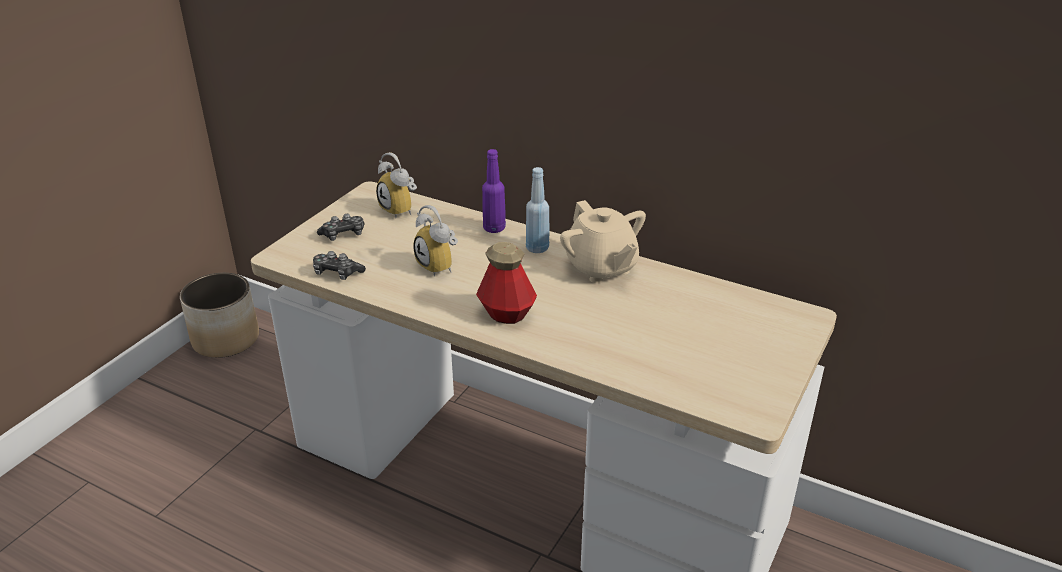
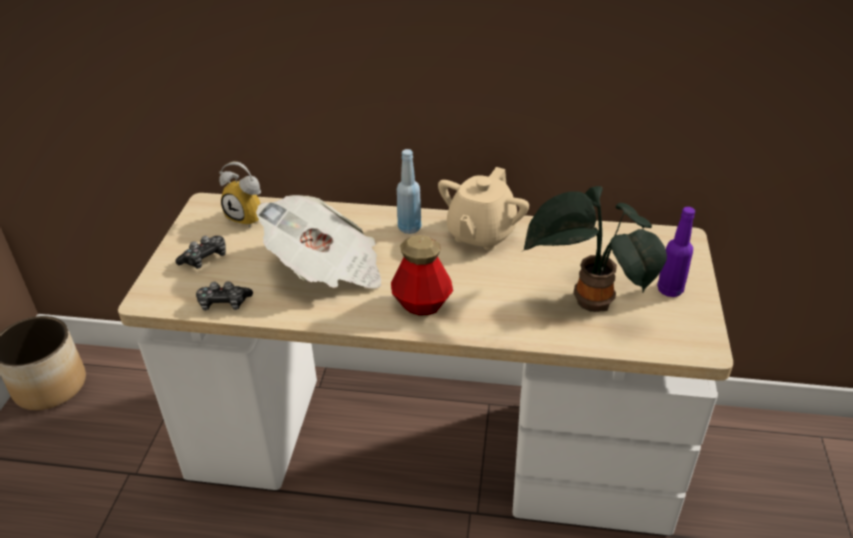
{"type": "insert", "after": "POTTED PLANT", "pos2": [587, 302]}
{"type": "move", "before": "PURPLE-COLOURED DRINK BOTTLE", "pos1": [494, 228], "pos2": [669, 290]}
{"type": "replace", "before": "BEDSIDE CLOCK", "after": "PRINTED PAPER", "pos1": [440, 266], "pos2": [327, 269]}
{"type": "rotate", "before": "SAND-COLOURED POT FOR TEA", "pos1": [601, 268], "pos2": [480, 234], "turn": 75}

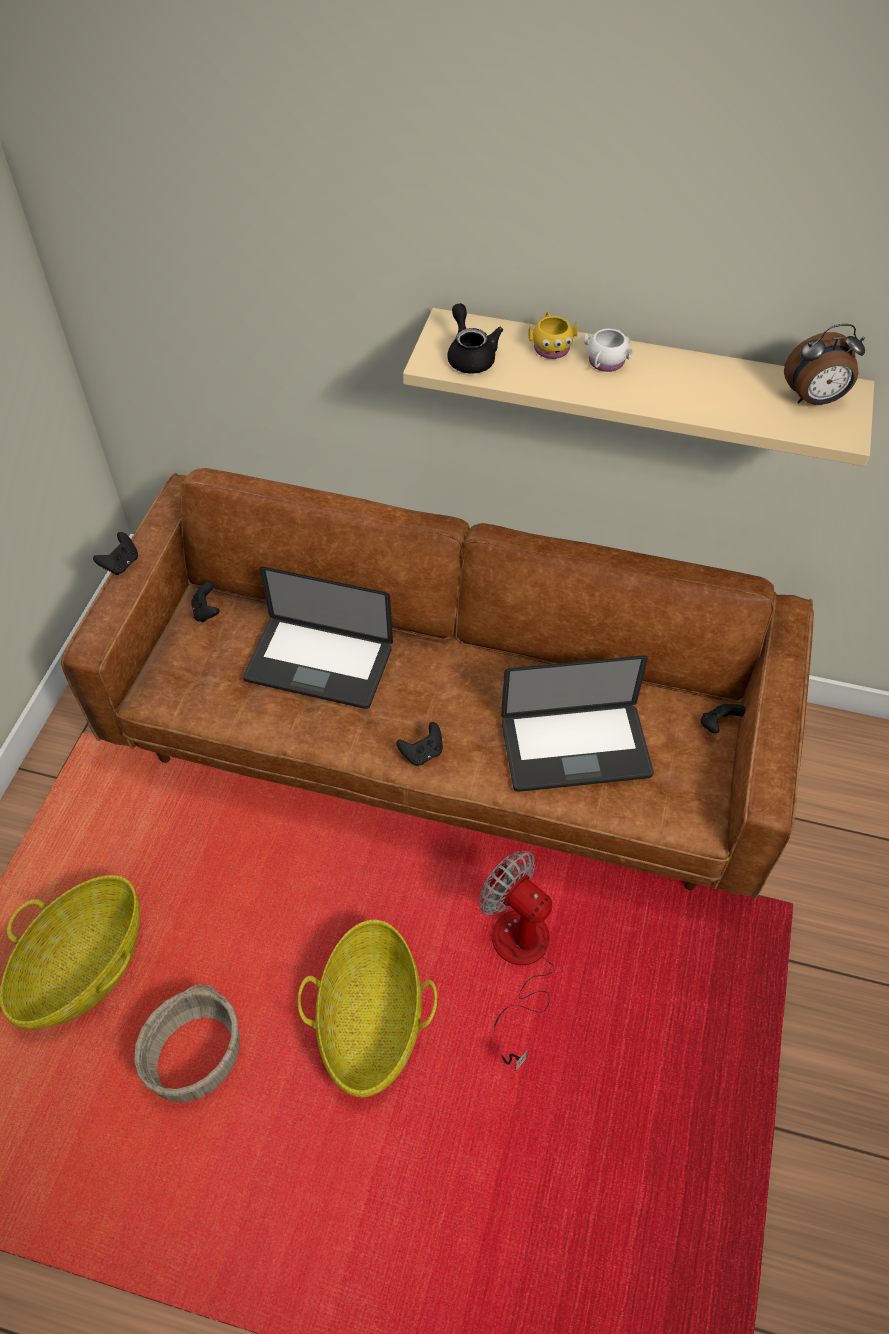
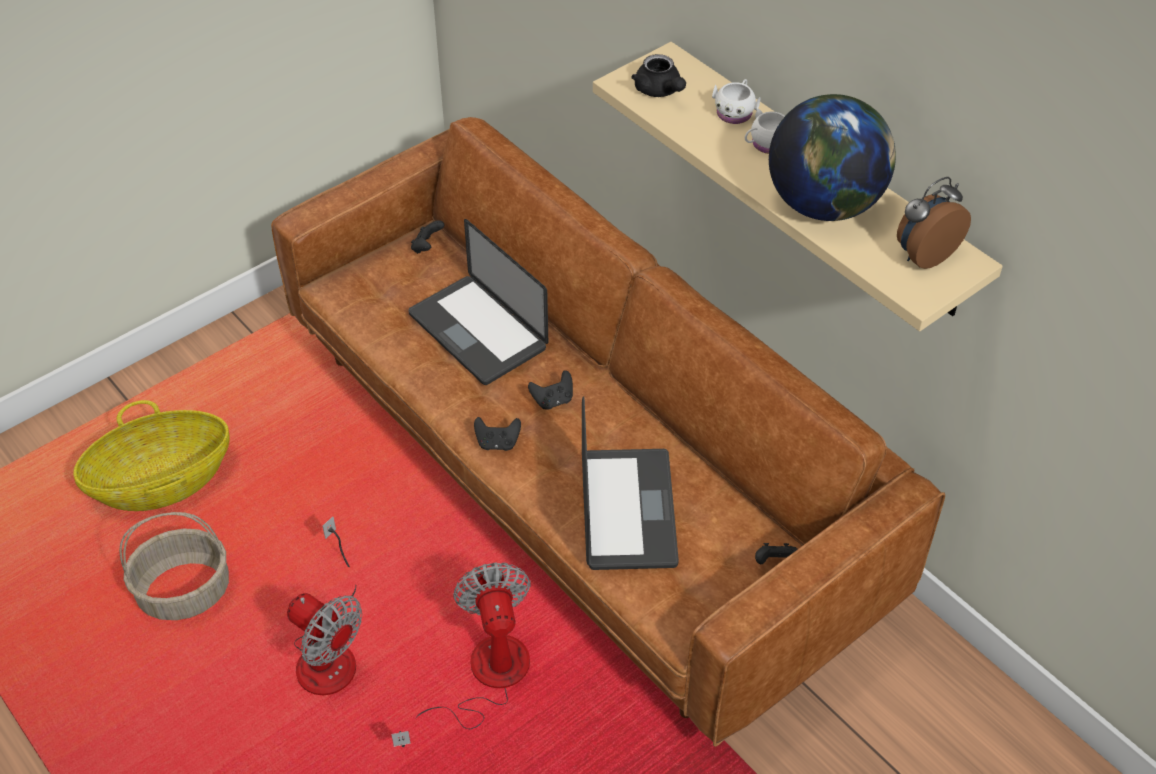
{"type": "insert", "after": "WORLD GLOBE", "pos2": [824, 204]}
{"type": "move", "before": "BLACKISH GAMEPAD", "pos1": [121, 564], "pos2": [553, 400]}
{"type": "replace", "before": "STORAGE BASKET", "after": "COOLING FAN", "pos1": [371, 1021], "pos2": [329, 649]}
{"type": "recolor", "before": "YELLOW COFFEE MUG", "after": "WHITE-COLOURED COFFEE MUG", "pos1": [550, 346], "pos2": [735, 112]}
{"type": "rotate", "before": "BLACKISH POT FOR TEA", "pos1": [470, 356], "pos2": [659, 91], "turn": 135}
{"type": "rotate", "before": "LAPTOP", "pos1": [575, 749], "pos2": [628, 510], "turn": -120}
{"type": "rotate", "before": "BEDSIDE CLOCK", "pos1": [814, 400], "pos2": [923, 255], "turn": 120}

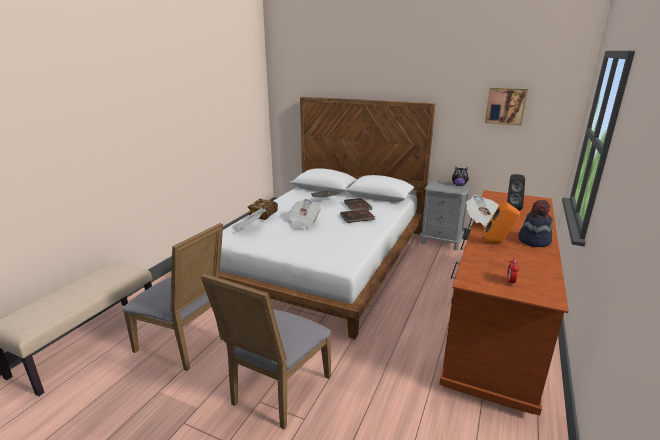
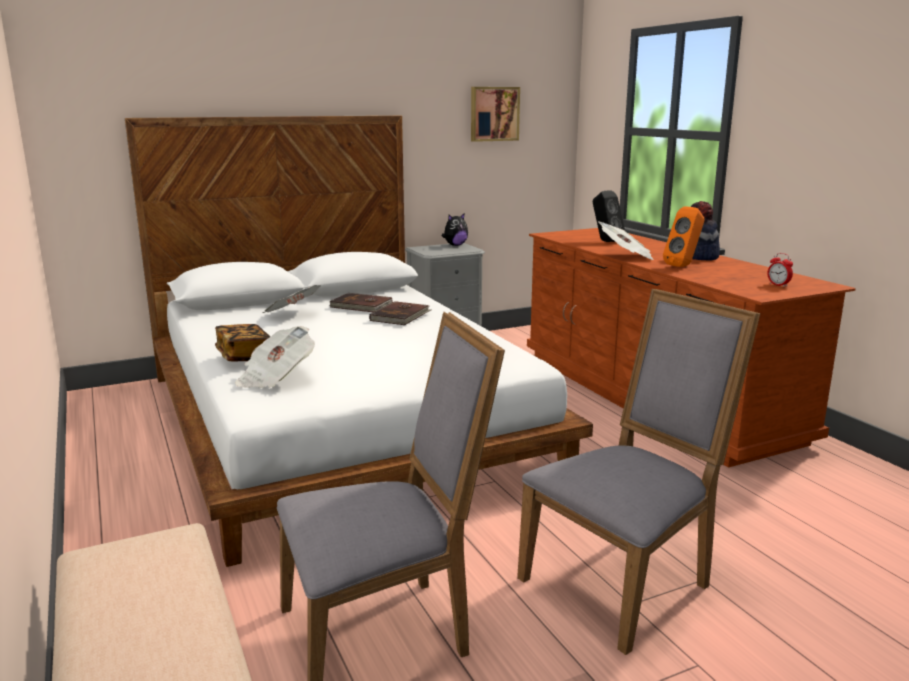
{"type": "delete", "before": "PRINTED PAPER", "pos1": [303, 222]}
{"type": "rotate", "before": "GREYISH CHAIR", "pos1": [276, 392], "pos2": [625, 581], "turn": -105}

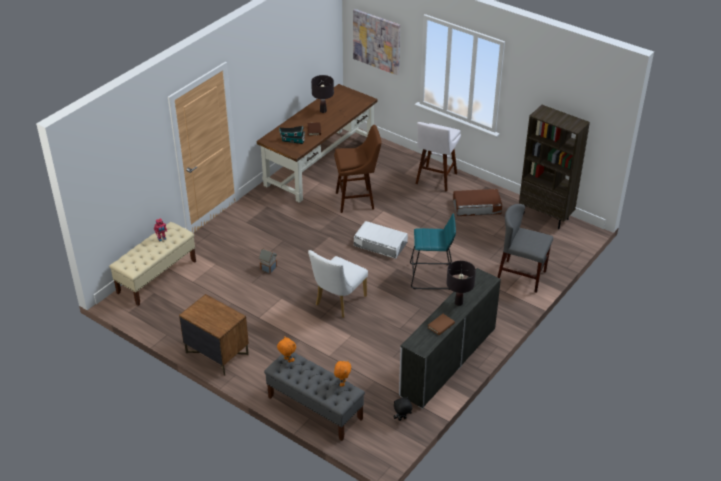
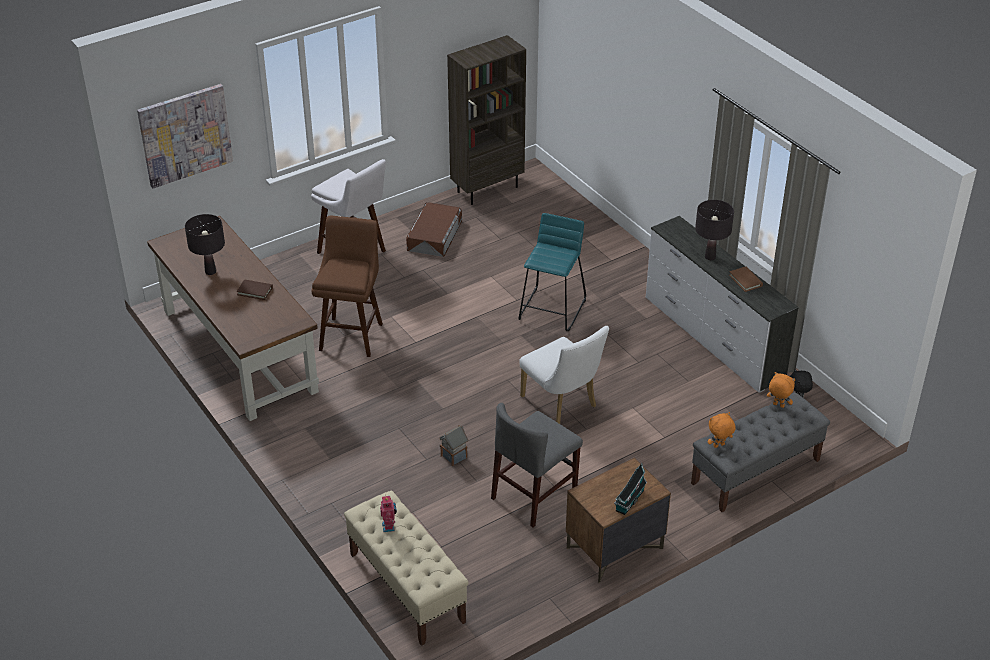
{"type": "delete", "before": "WHITE-COLOURED STORAGE CONTAINER", "pos1": [380, 243]}
{"type": "move", "before": "MODEL HOUSE", "pos1": [292, 141], "pos2": [629, 501]}
{"type": "move", "before": "GREYISH CHAIR", "pos1": [521, 276], "pos2": [534, 495]}

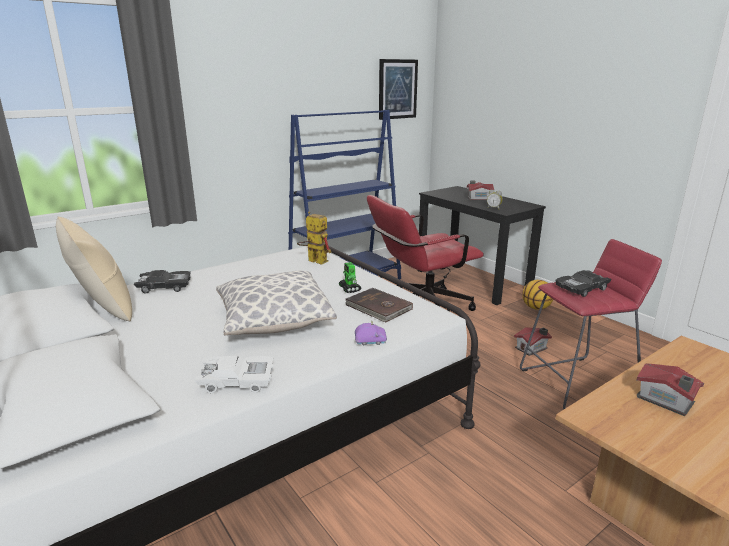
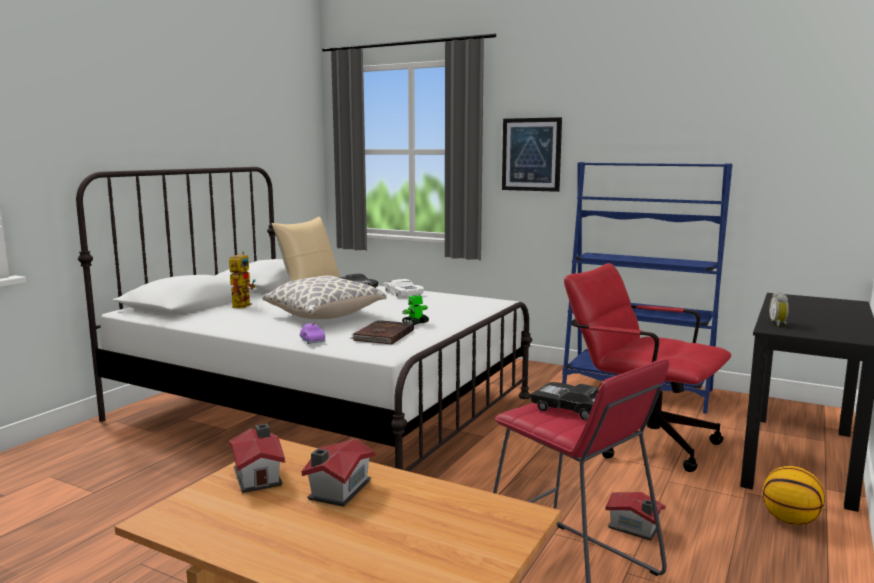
{"type": "move", "before": "WHITE-COLOURED TOY CAR", "pos1": [237, 380], "pos2": [403, 294]}
{"type": "move", "before": "ROBOT FIGURE", "pos1": [313, 261], "pos2": [242, 305]}
{"type": "move", "before": "PICTURE", "pos1": [397, 89], "pos2": [531, 154]}
{"type": "move", "before": "MODEL HOUSE", "pos1": [478, 198], "pos2": [259, 476]}

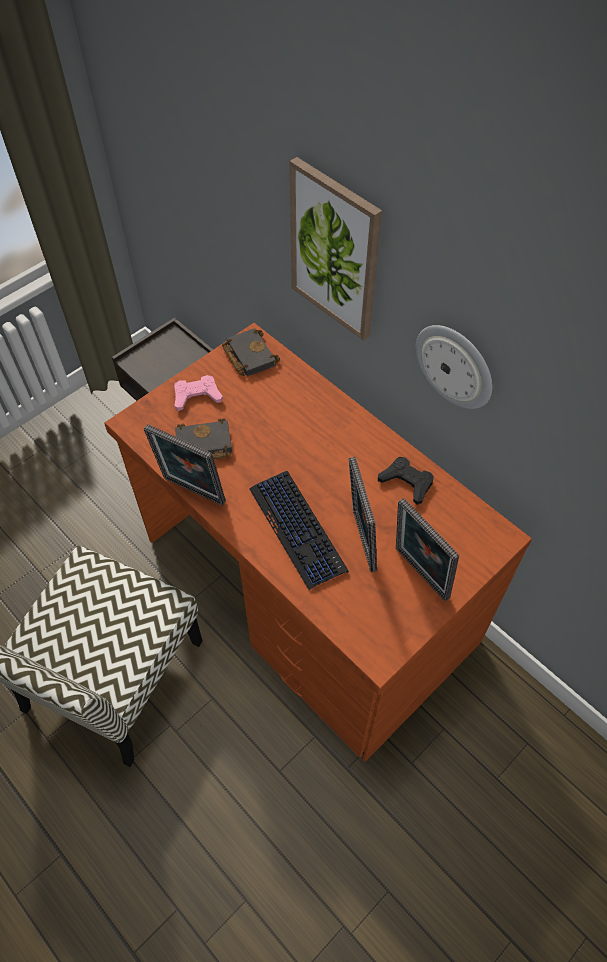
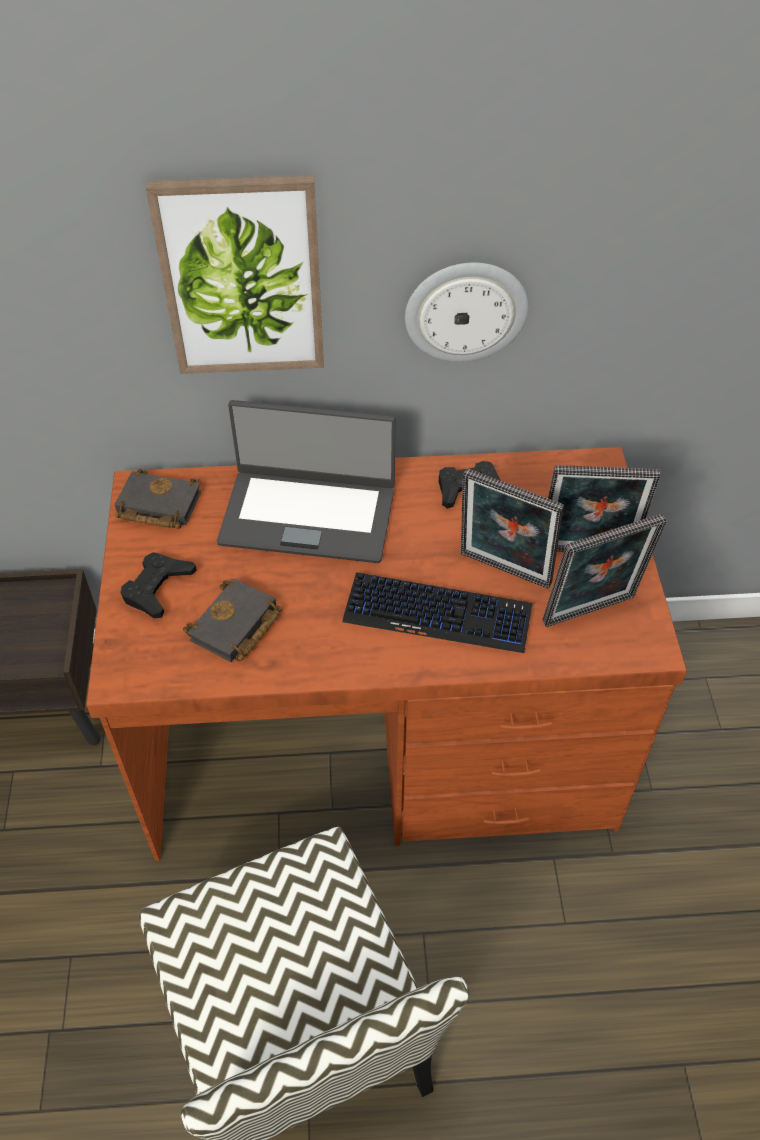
{"type": "insert", "after": "LAPTOP", "pos2": [308, 514]}
{"type": "move", "before": "STANDING FRAME", "pos1": [192, 493], "pos2": [591, 614]}
{"type": "recolor", "before": "PINKISH GAMEPAD", "after": "BLACKISH GAMEPAD", "pos1": [197, 396], "pos2": [157, 588]}

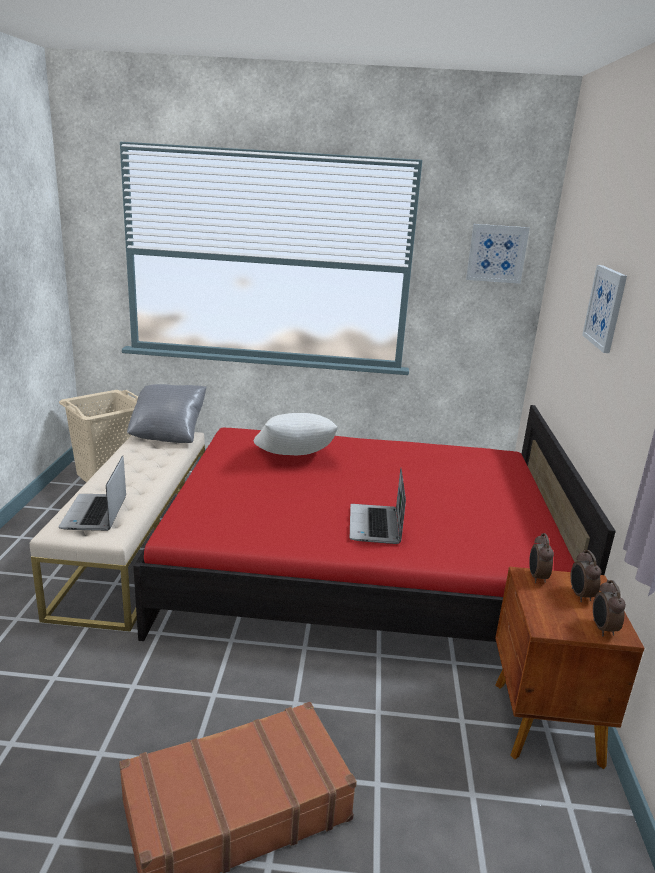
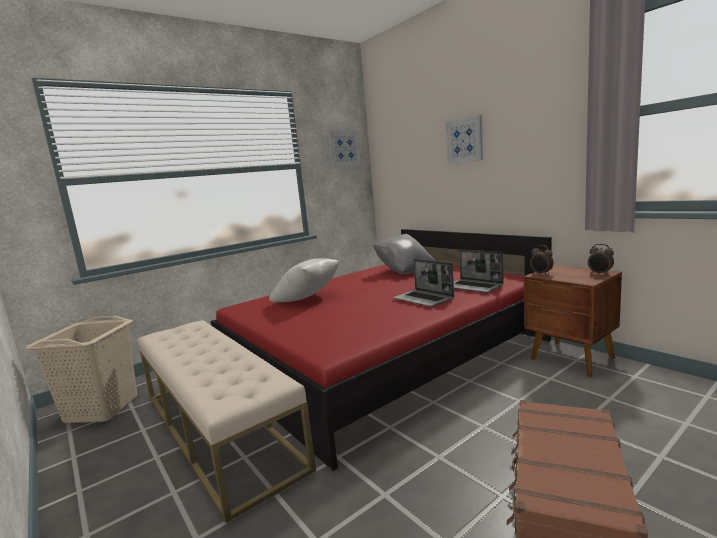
{"type": "delete", "before": "BEDSIDE CLOCK", "pos1": [580, 595]}
{"type": "move", "before": "LAPTOP", "pos1": [95, 514], "pos2": [474, 287]}
{"type": "move", "before": "GREYISH PILLOW", "pos1": [168, 434], "pos2": [405, 271]}

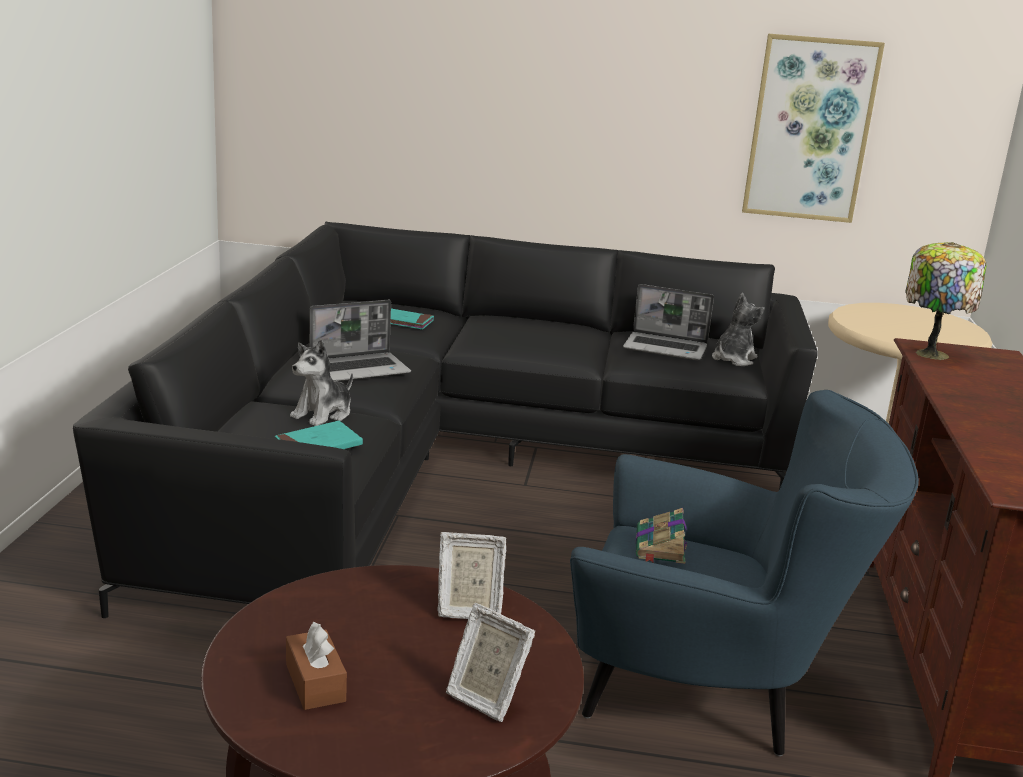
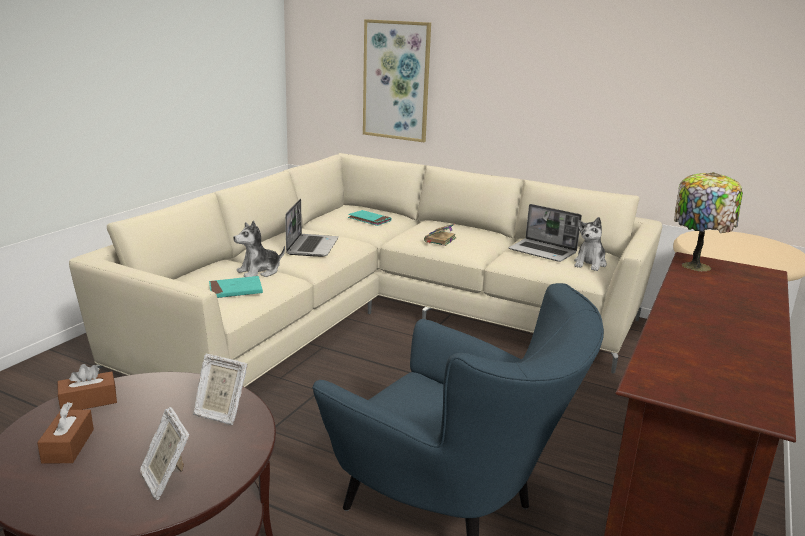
{"type": "insert", "after": "BROWN-COLOURED BOX OF TISSUES", "pos2": [88, 401]}
{"type": "move", "before": "BOUND BOOK", "pos1": [660, 548], "pos2": [439, 240]}
{"type": "move", "before": "PICTURE", "pos1": [810, 129], "pos2": [396, 81]}
{"type": "recolor", "before": "BLACKISH SOFA", "after": "SAND-COLOURED SOFA", "pos1": [445, 464], "pos2": [379, 318]}
{"type": "rotate", "before": "LAPTOP", "pos1": [361, 369], "pos2": [312, 246], "turn": -75}
{"type": "rotate", "before": "CUDDLY TOY", "pos1": [733, 359], "pos2": [590, 264], "turn": 150}

